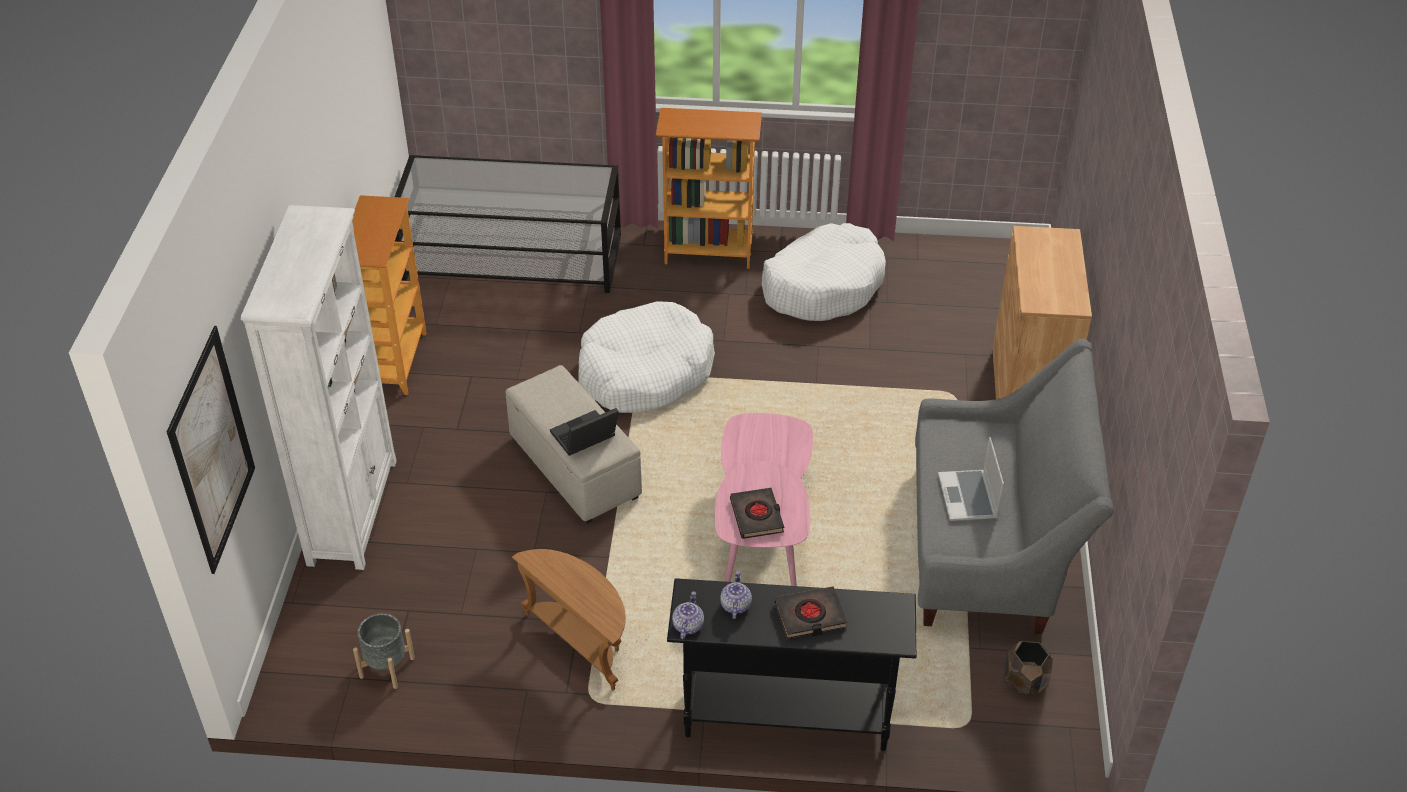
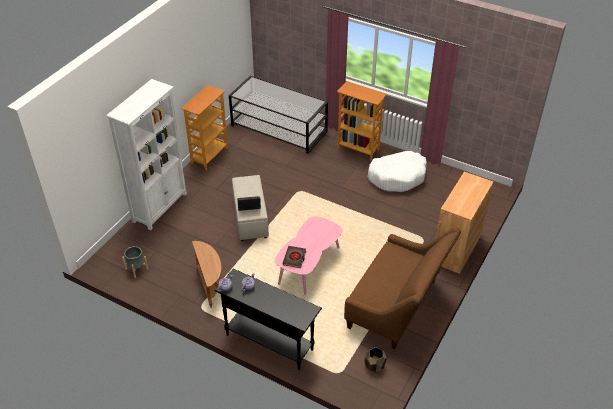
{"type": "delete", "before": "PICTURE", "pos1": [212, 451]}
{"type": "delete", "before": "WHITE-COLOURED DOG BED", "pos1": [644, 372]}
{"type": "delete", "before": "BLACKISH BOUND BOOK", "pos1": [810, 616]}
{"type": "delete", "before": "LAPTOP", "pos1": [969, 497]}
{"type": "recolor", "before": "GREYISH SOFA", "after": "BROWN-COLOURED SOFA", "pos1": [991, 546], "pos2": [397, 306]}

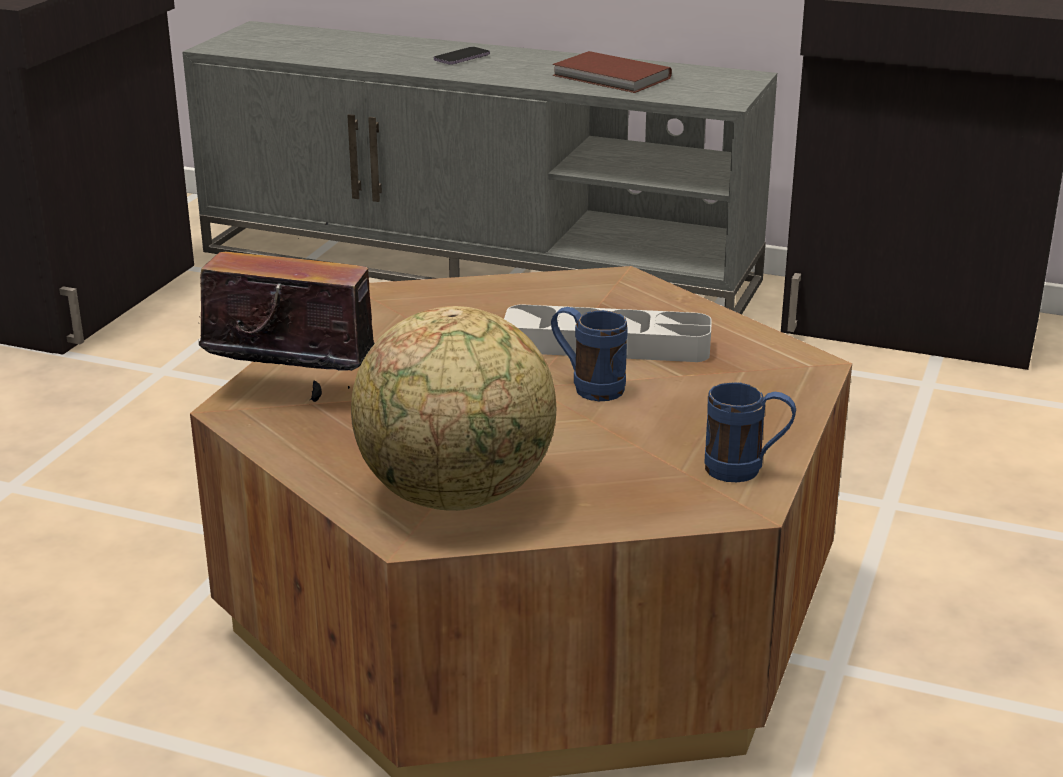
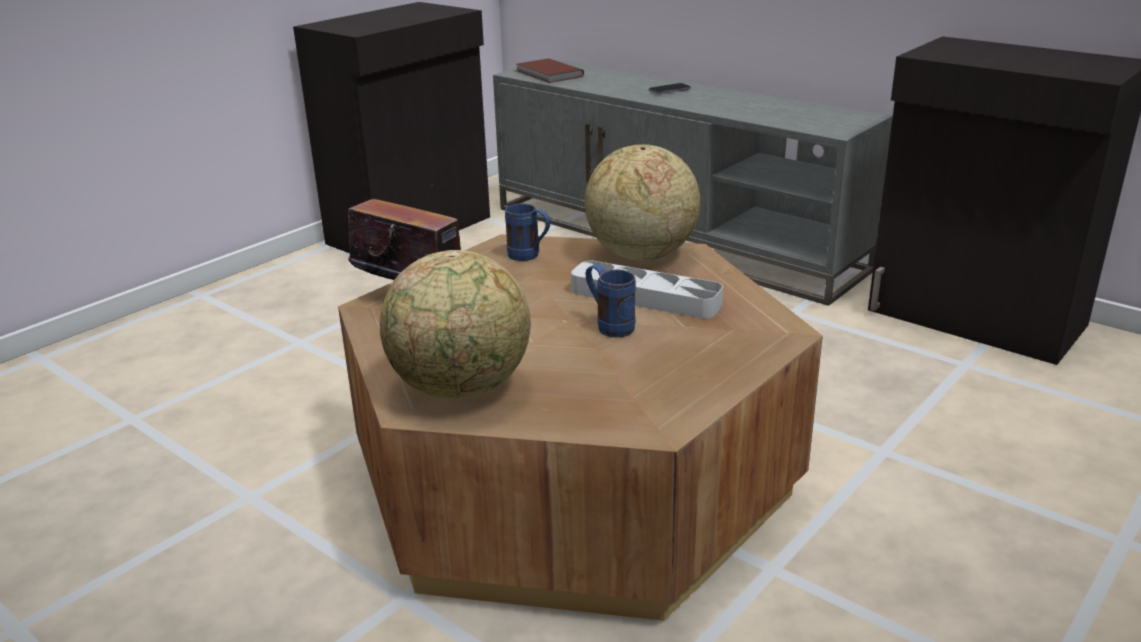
{"type": "insert", "after": "WORLD GLOBE", "pos2": [640, 255]}
{"type": "move", "before": "BROWN-COLOURED BOUND BOOK", "pos1": [611, 77], "pos2": [548, 74]}
{"type": "move", "before": "BLUE COFFEE MUG", "pos1": [746, 471], "pos2": [529, 256]}

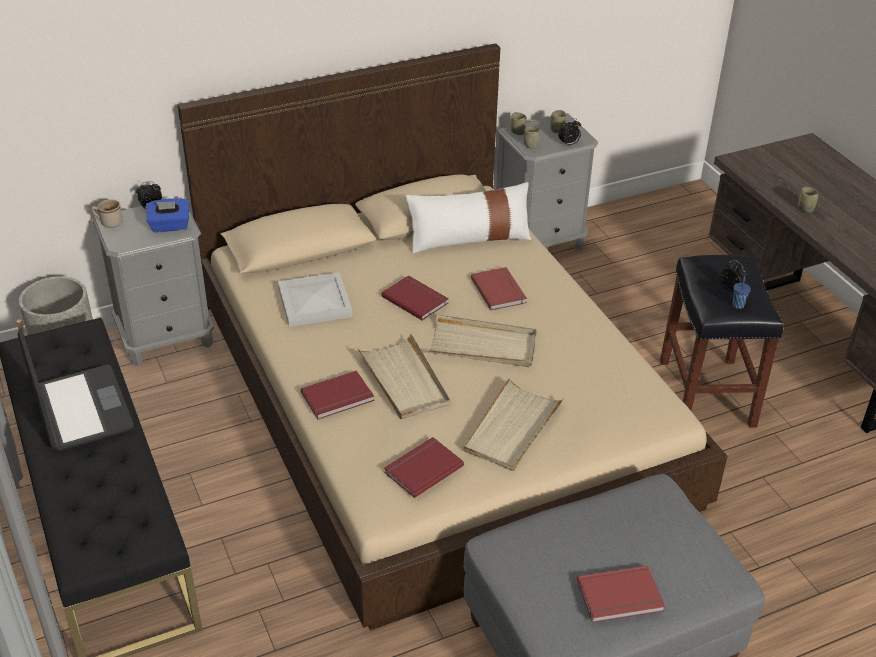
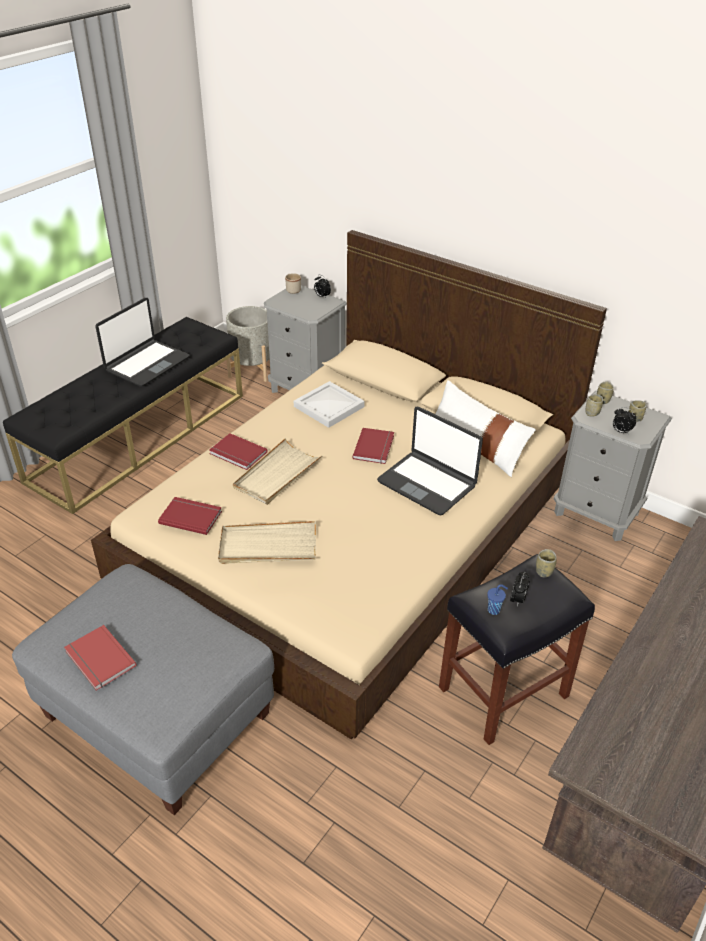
{"type": "delete", "before": "BLUE BOX OF TISSUES", "pos1": [170, 226]}
{"type": "delete", "before": "SAND-COLOURED SERVING TRAY", "pos1": [483, 345]}
{"type": "move", "before": "DRINKING CUP", "pos1": [805, 208], "pos2": [544, 571]}
{"type": "replace", "before": "RED BOUND BOOK", "after": "LAPTOP", "pos1": [500, 290], "pos2": [427, 483]}

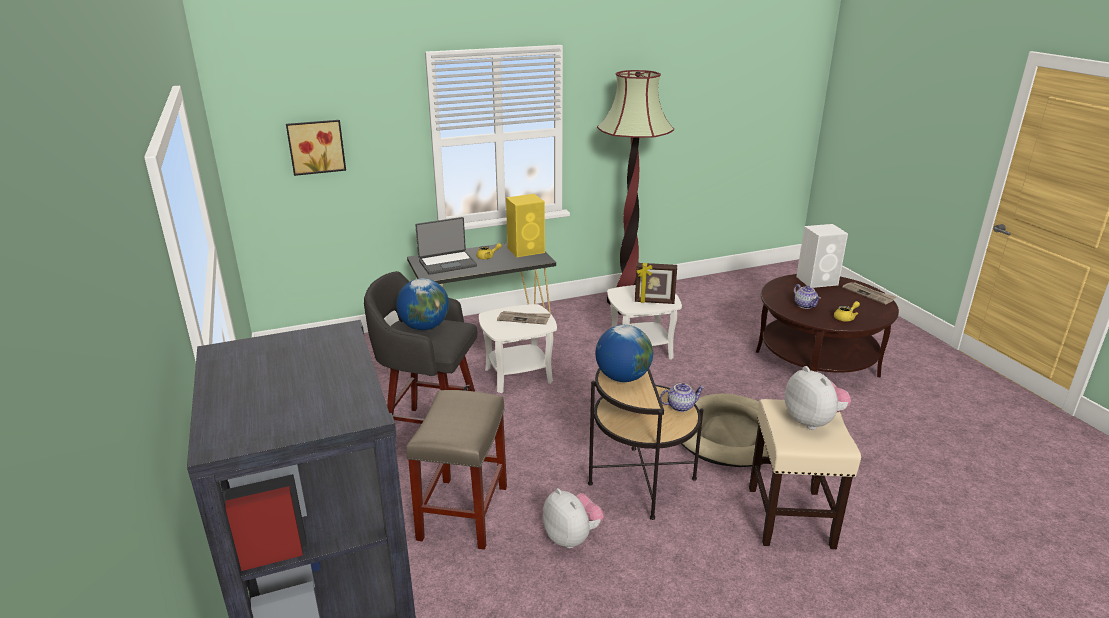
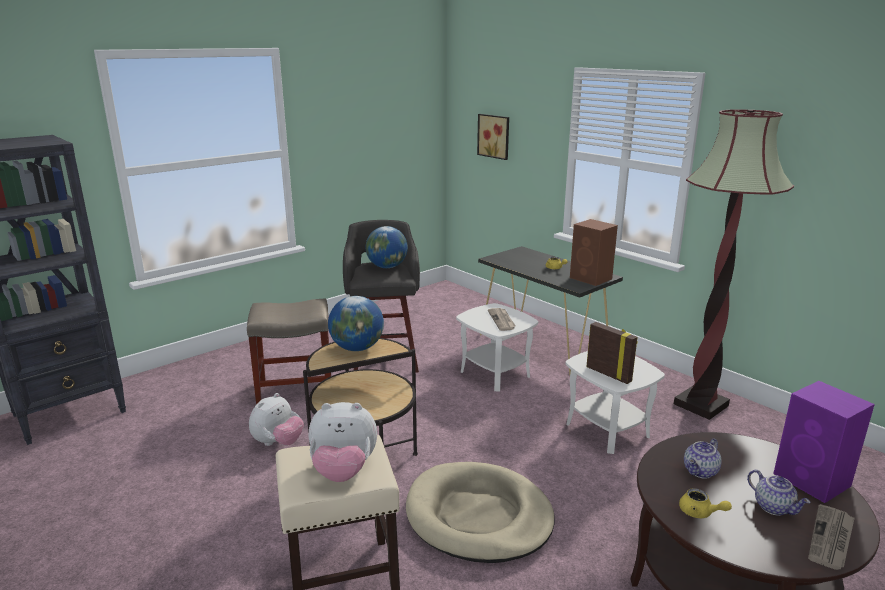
{"type": "delete", "before": "LAPTOP", "pos1": [447, 263]}
{"type": "move", "before": "POT FOR TEA", "pos1": [680, 406], "pos2": [774, 507]}
{"type": "recolor", "before": "YELLOW AUDIO SPEAKER", "after": "BROWN-COLOURED AUDIO SPEAKER", "pos1": [527, 250], "pos2": [591, 278]}
{"type": "recolor", "before": "WHITE-COLOURED AUDIO SPEAKER", "after": "PURPLE-COLOURED AUDIO SPEAKER", "pos1": [818, 281], "pos2": [813, 481]}
{"type": "rotate", "before": "STANDING FRAME", "pos1": [654, 302], "pos2": [609, 374], "turn": 150}
{"type": "rotate", "before": "CUDDLY TOY", "pos1": [812, 421], "pos2": [343, 471], "turn": 45}

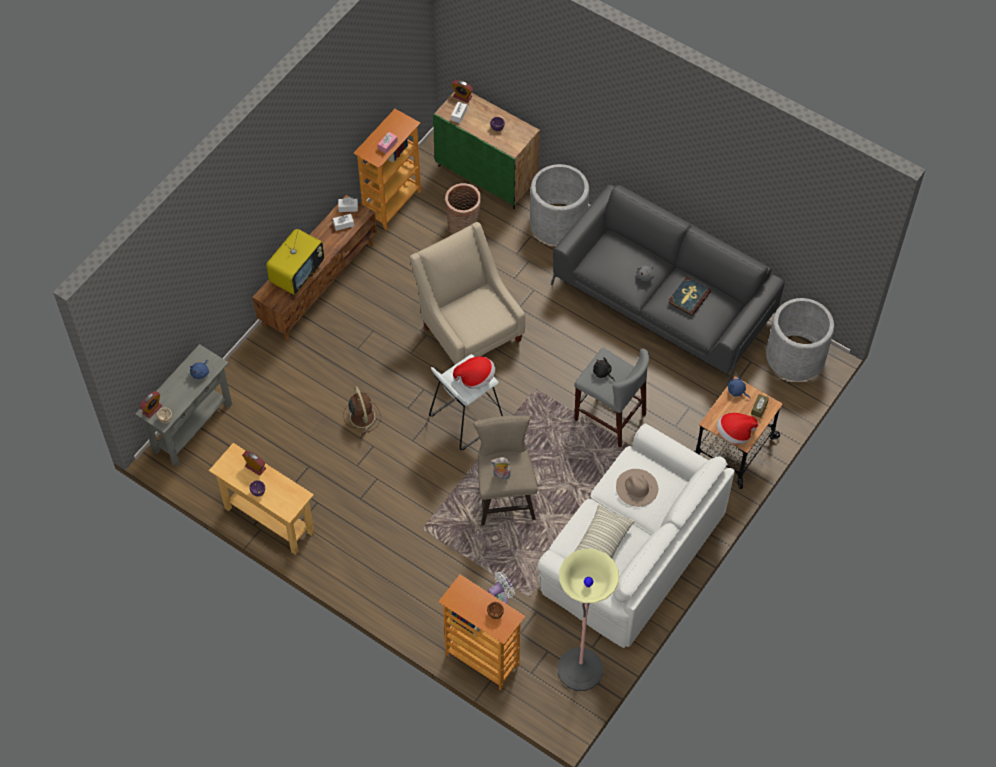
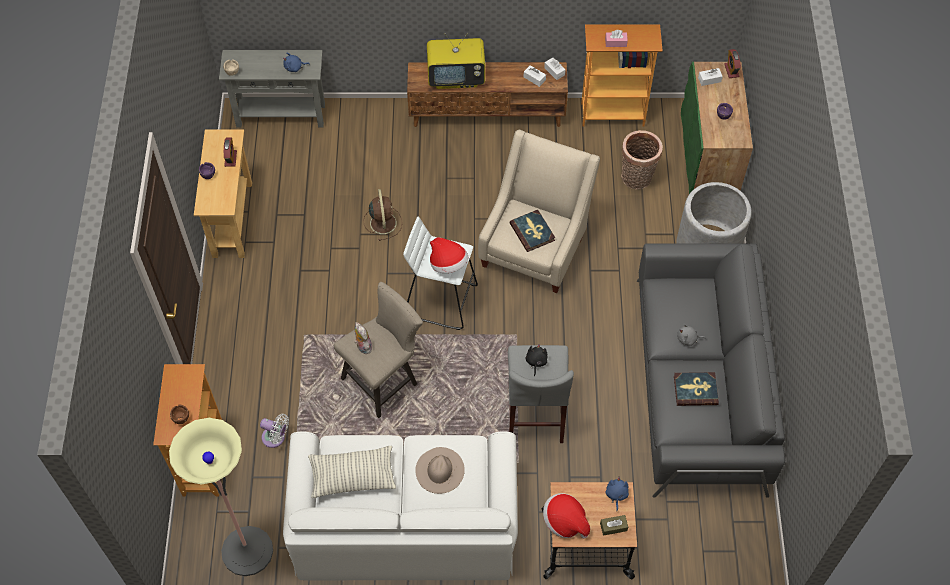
{"type": "delete", "before": "BEDSIDE CLOCK", "pos1": [152, 409]}
{"type": "delete", "before": "GREYISH PLANTER", "pos1": [795, 356]}
{"type": "insert", "after": "BOUND BOOK", "pos2": [532, 232]}
{"type": "rotate", "before": "BROWN-COLOURED COOLING FAN", "pos1": [362, 416], "pos2": [383, 222], "turn": -45}

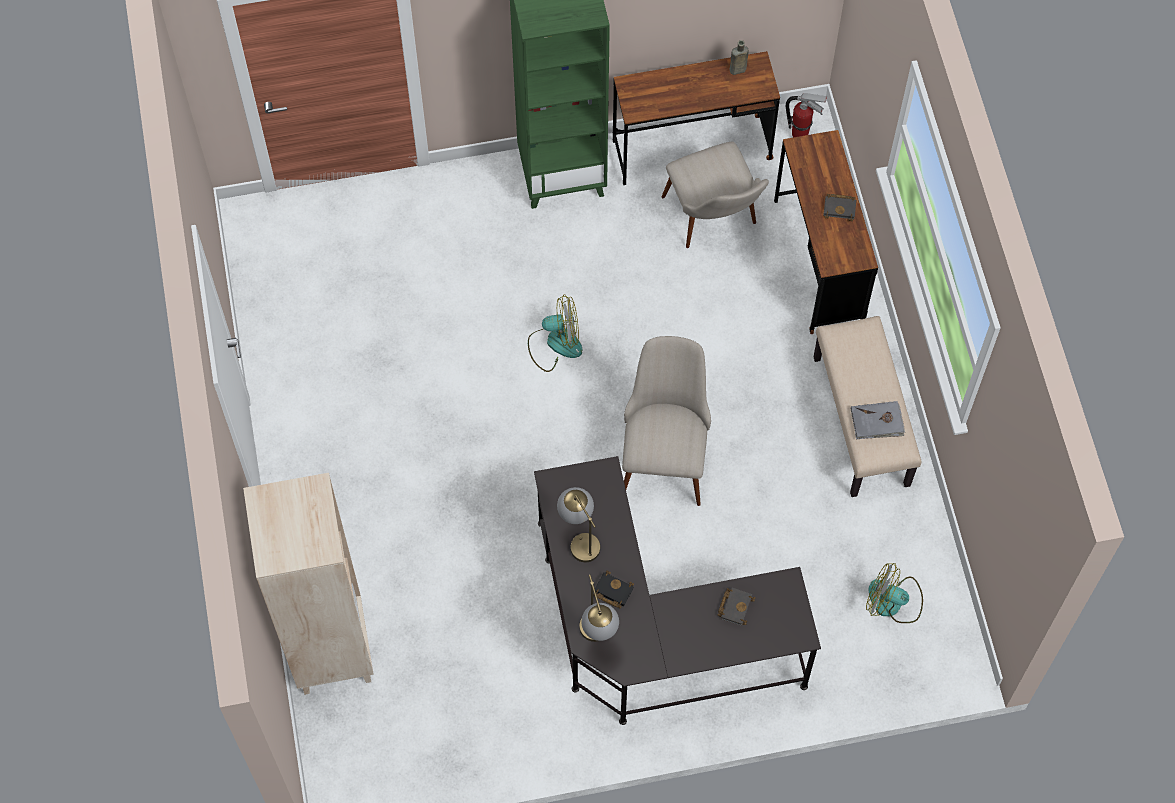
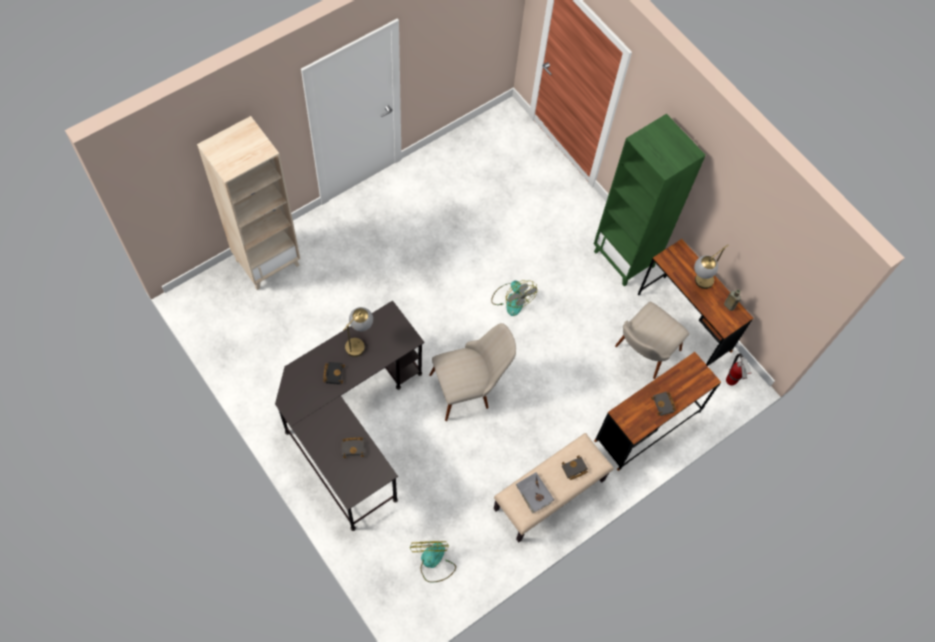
{"type": "insert", "after": "BLACKISH BOUND BOOK", "pos2": [574, 469]}
{"type": "move", "before": "LAMP FOR A TABLE", "pos1": [598, 637], "pos2": [699, 284]}

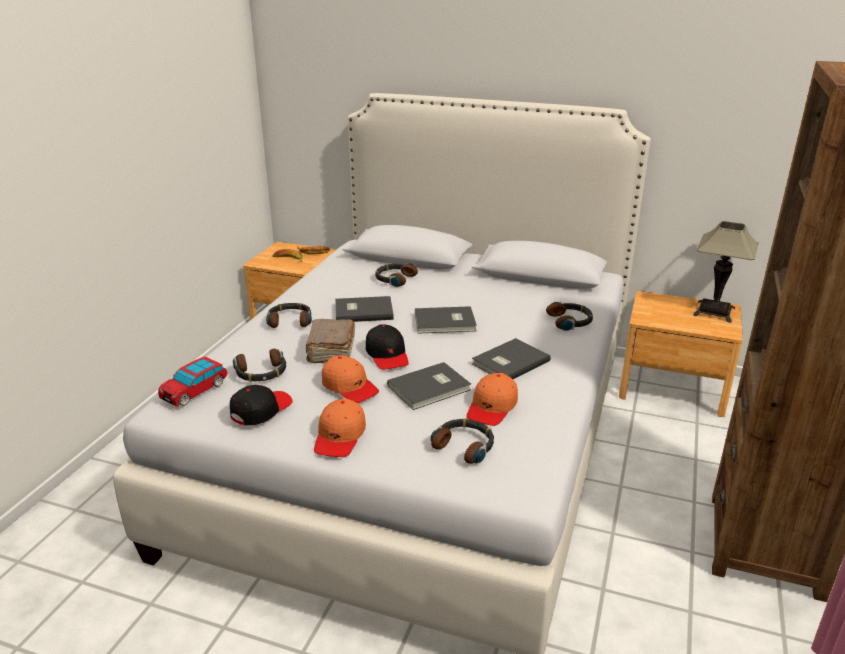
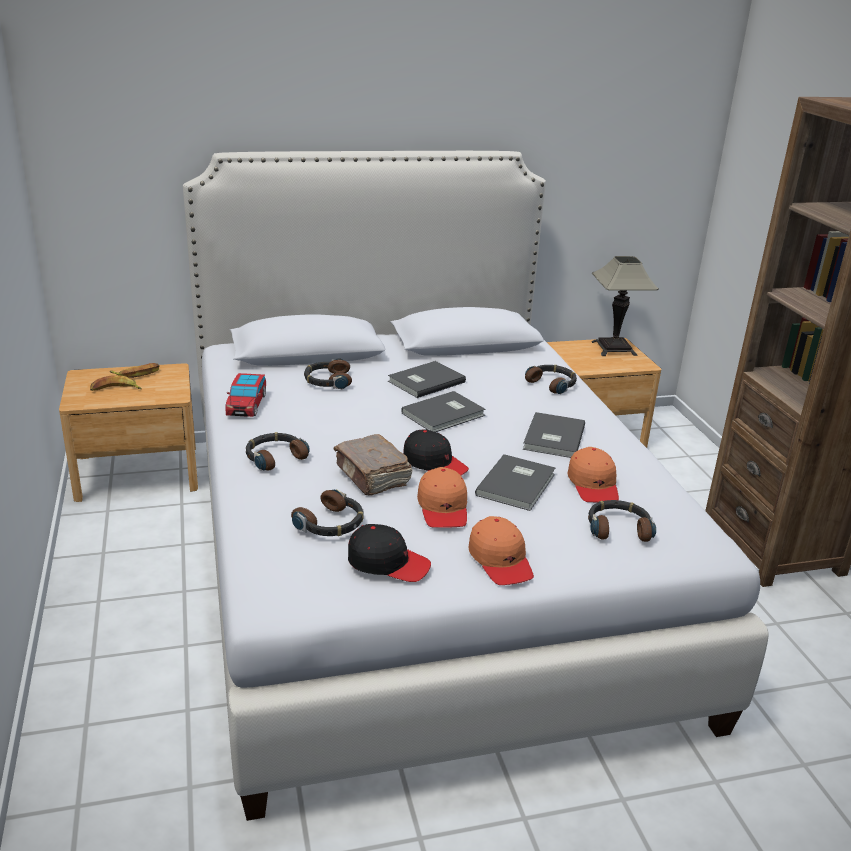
{"type": "move", "before": "TOY CAR", "pos1": [194, 390], "pos2": [246, 404]}
{"type": "move", "before": "GREYISH BOUND BOOK", "pos1": [362, 311], "pos2": [424, 381]}
{"type": "rotate", "before": "BLACKISH PEAKED CAP", "pos1": [261, 410], "pos2": [388, 563], "turn": 105}
{"type": "rotate", "before": "ORANGE-COLOURED PEAKED CAP", "pos1": [349, 387], "pos2": [443, 508], "turn": 75}

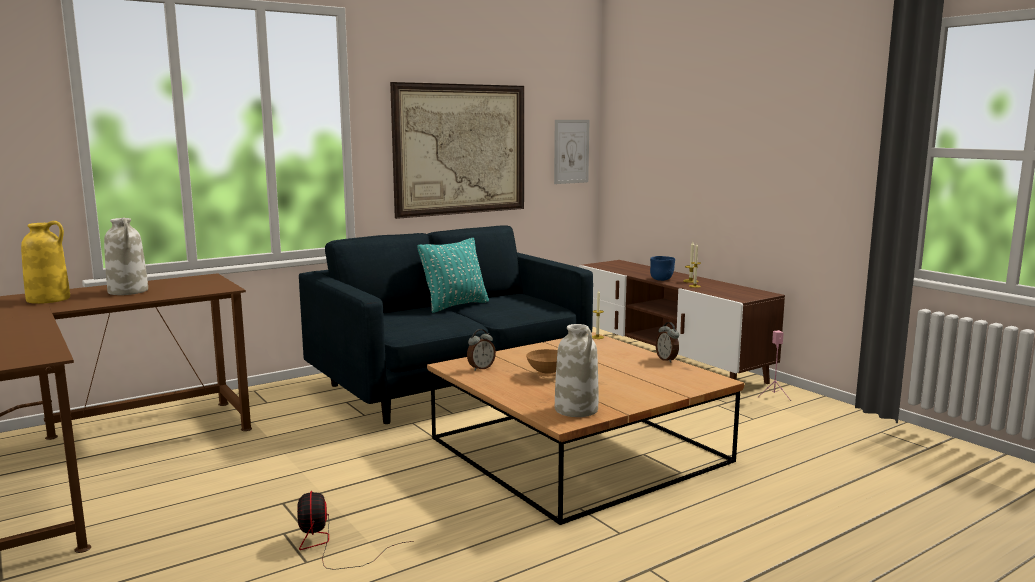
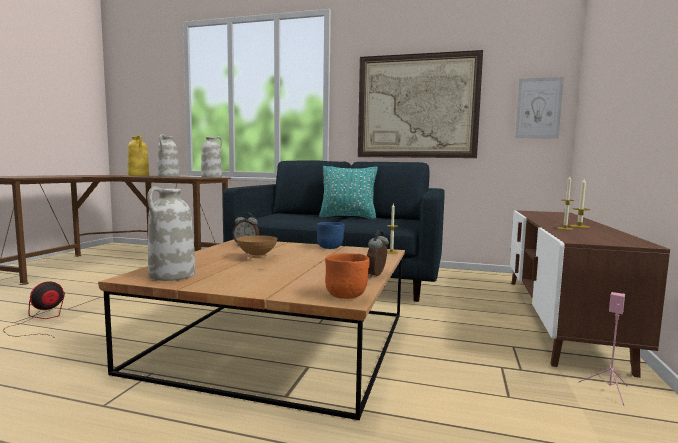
{"type": "insert", "after": "WHITE-COLOURED VASE", "pos2": [211, 177]}
{"type": "insert", "after": "ORANGE-COLOURED DEEP DISH", "pos2": [347, 296]}
{"type": "move", "before": "BLUE DEEP DISH", "pos1": [661, 279], "pos2": [330, 248]}

